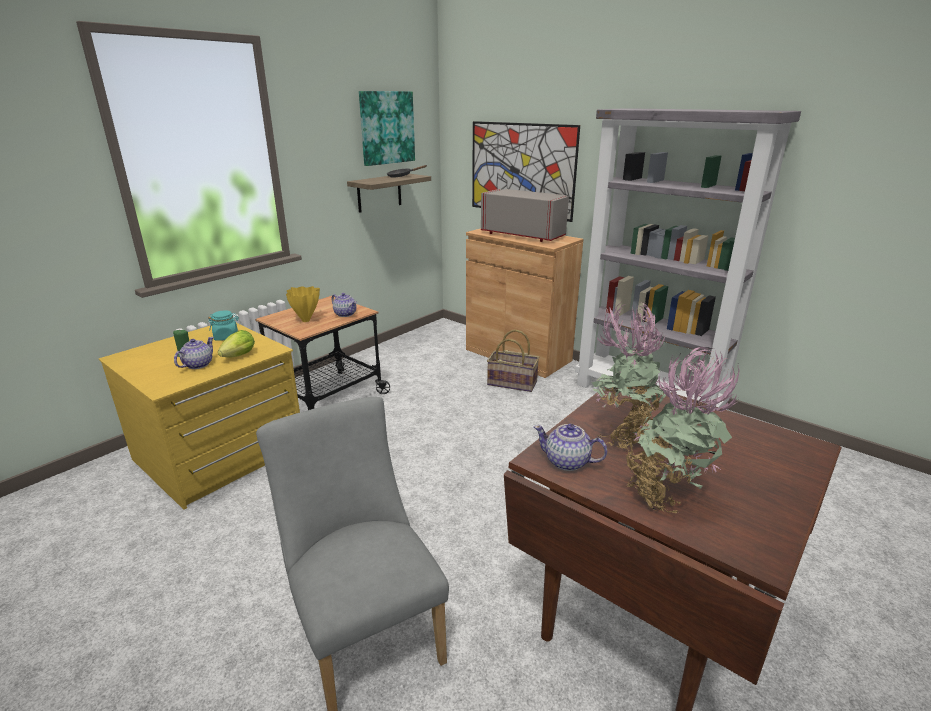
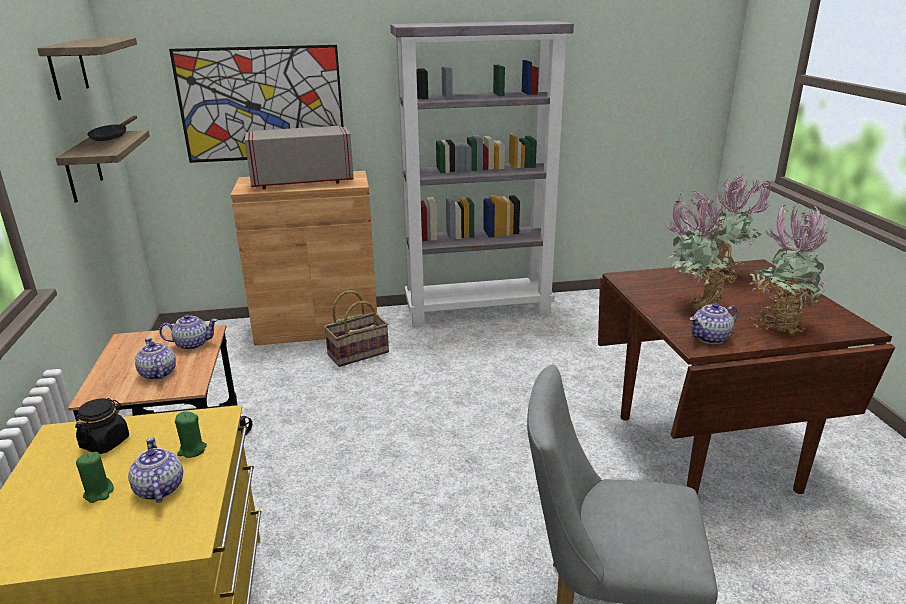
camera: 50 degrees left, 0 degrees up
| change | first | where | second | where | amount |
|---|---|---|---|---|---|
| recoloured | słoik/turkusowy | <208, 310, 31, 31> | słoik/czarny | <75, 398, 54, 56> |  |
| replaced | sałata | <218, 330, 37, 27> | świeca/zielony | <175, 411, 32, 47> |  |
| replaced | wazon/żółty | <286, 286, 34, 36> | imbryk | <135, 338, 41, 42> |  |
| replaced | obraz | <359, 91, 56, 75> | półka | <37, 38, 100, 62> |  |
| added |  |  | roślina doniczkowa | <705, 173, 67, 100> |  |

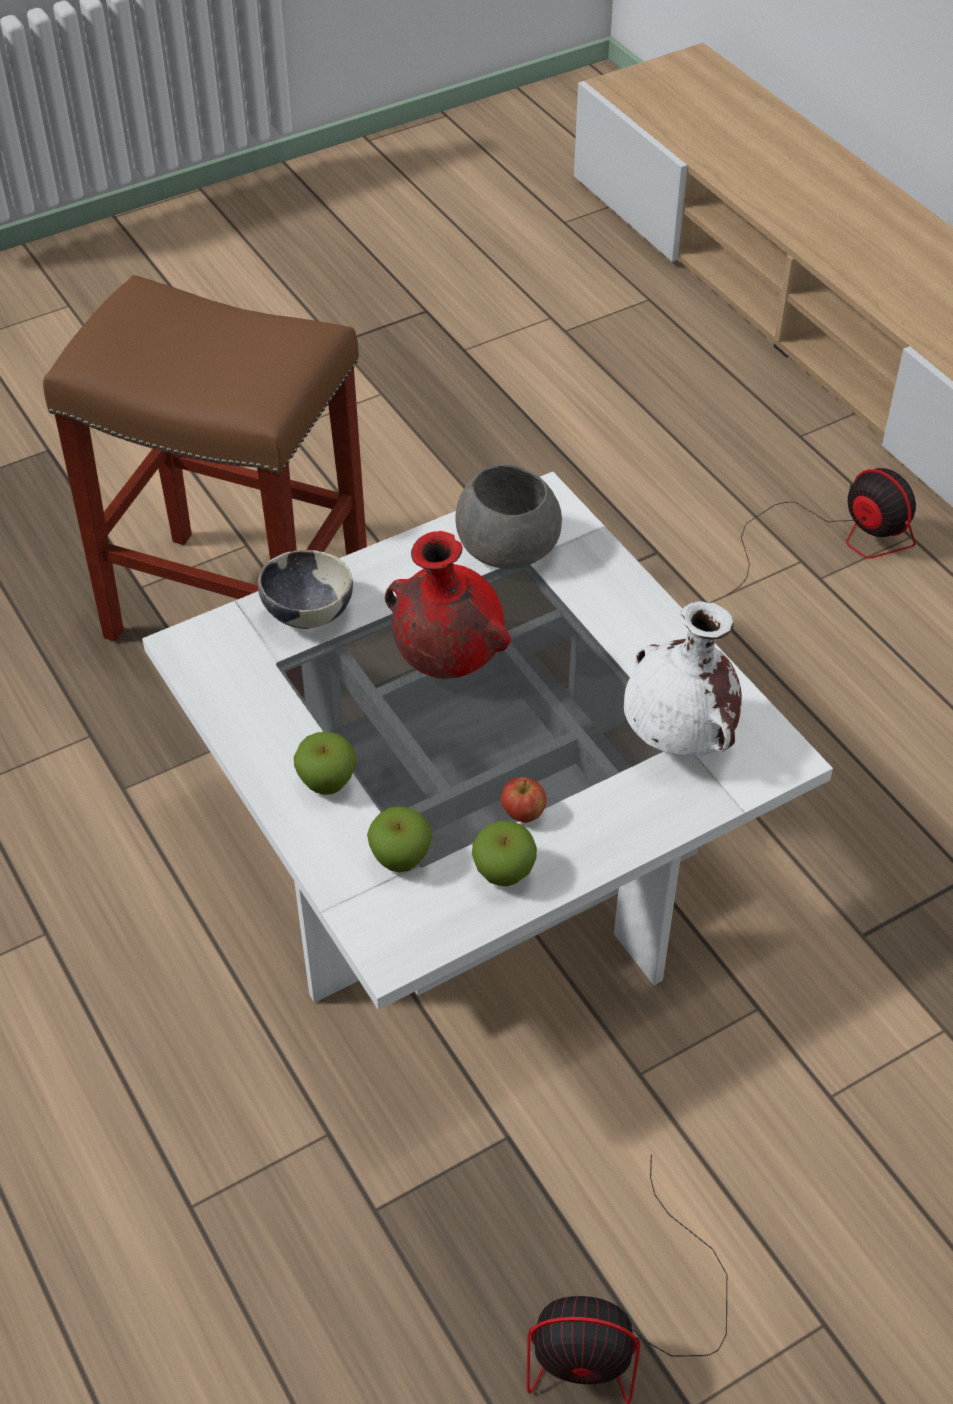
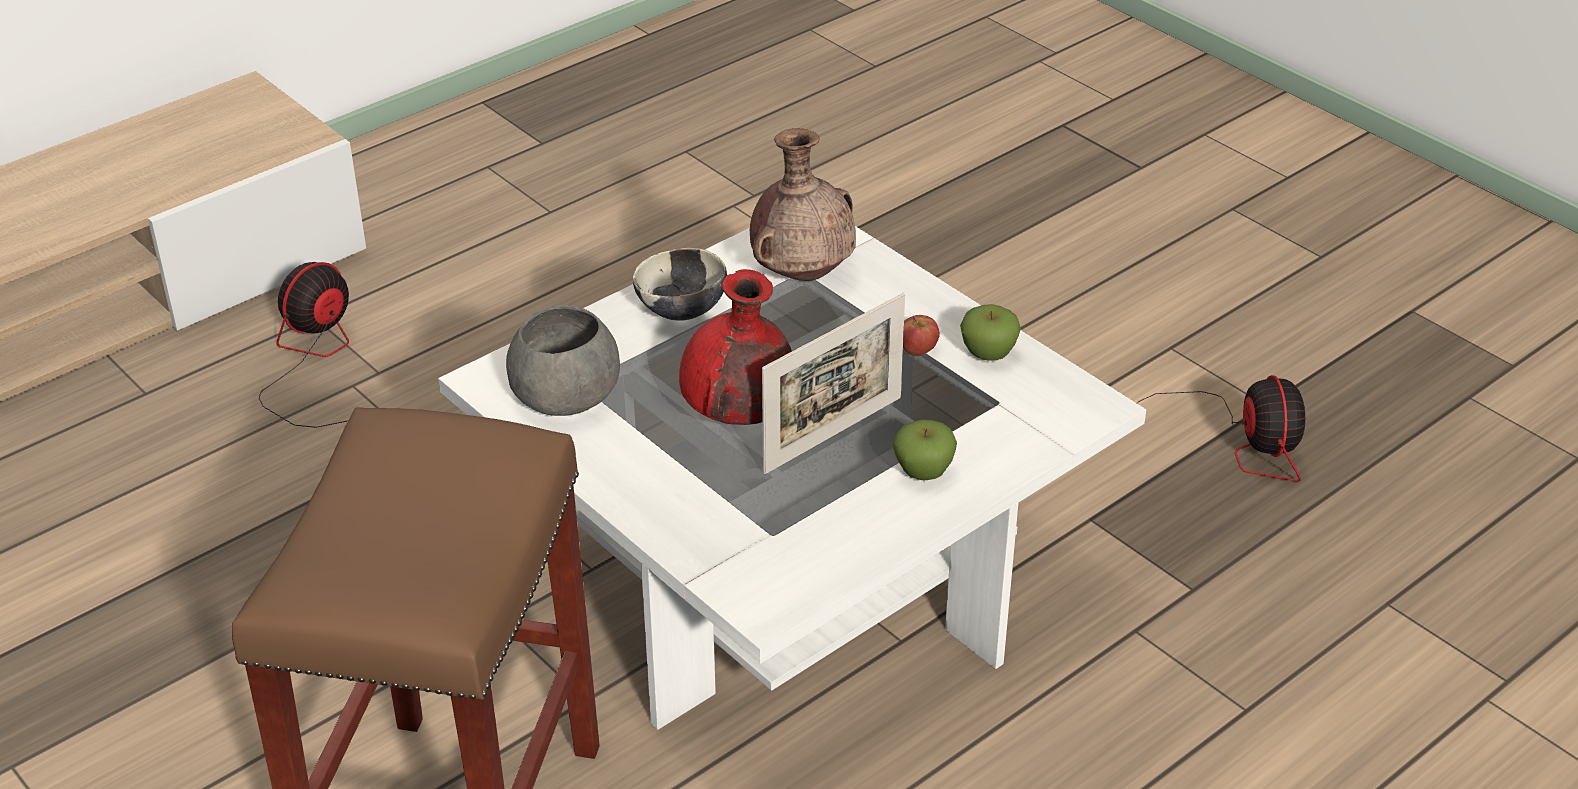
camera: 100 degrees left, 10 degrees down
| change | first | where | second | where | amount |
|---|---|---|---|---|---|
| moved | miska | <258, 550, 95, 79> |  | <633, 248, 94, 73> |  |
| removed | jabłko | <367, 807, 65, 66> |  |  |  |
| recoloured | wazon/biały | <624, 601, 118, 155> | wazon/brązowy | <750, 128, 106, 153> |  |
| added |  |  | ramka na zdjęcie | <762, 293, 143, 181> |  |

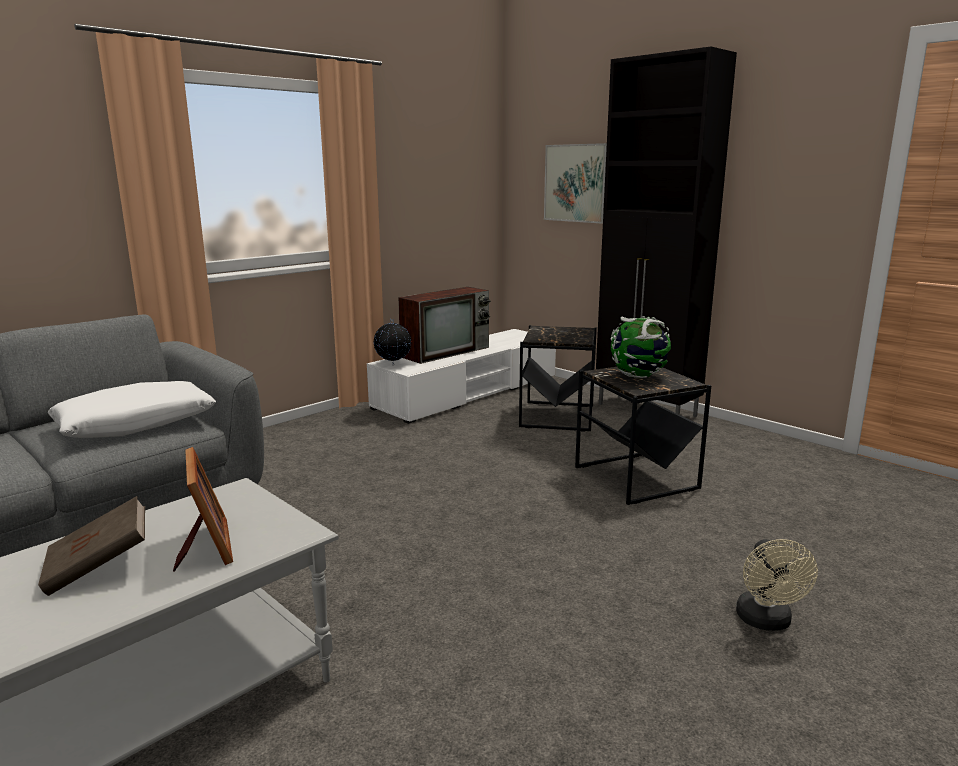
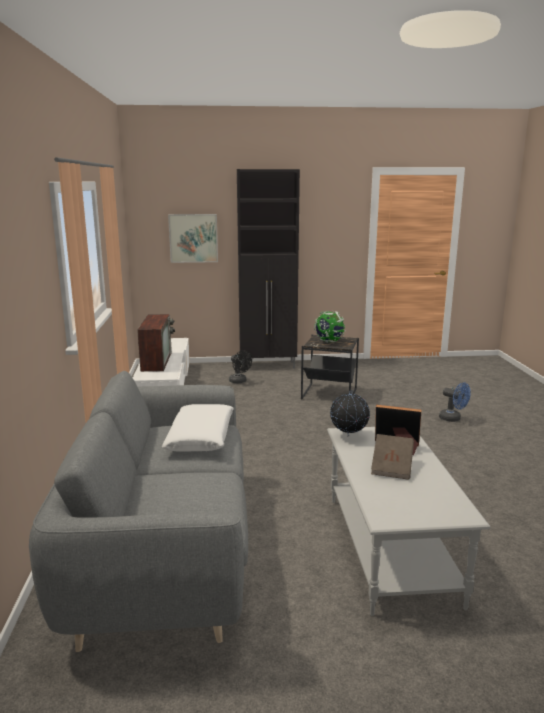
camera: 50 degrees left, 0 degrees up
| change | first | where | second | where | amount |
|---|---|---|---|---|---|
| moved | globus | <373, 319, 39, 46> |  | <330, 390, 40, 46> |  |
| replaced | stolik/czarny | <519, 325, 78, 107> | wentylator/czarny | <229, 350, 23, 34> |  |
| recoloured | wentylator/beżowy | <736, 539, 82, 92> | wentylator/niebieski | <439, 382, 32, 40> |  |

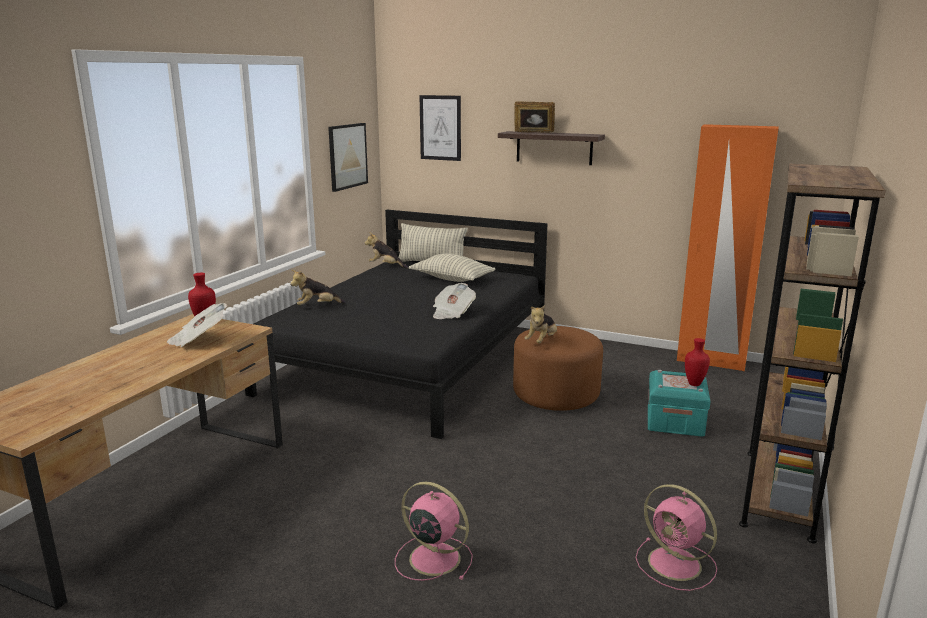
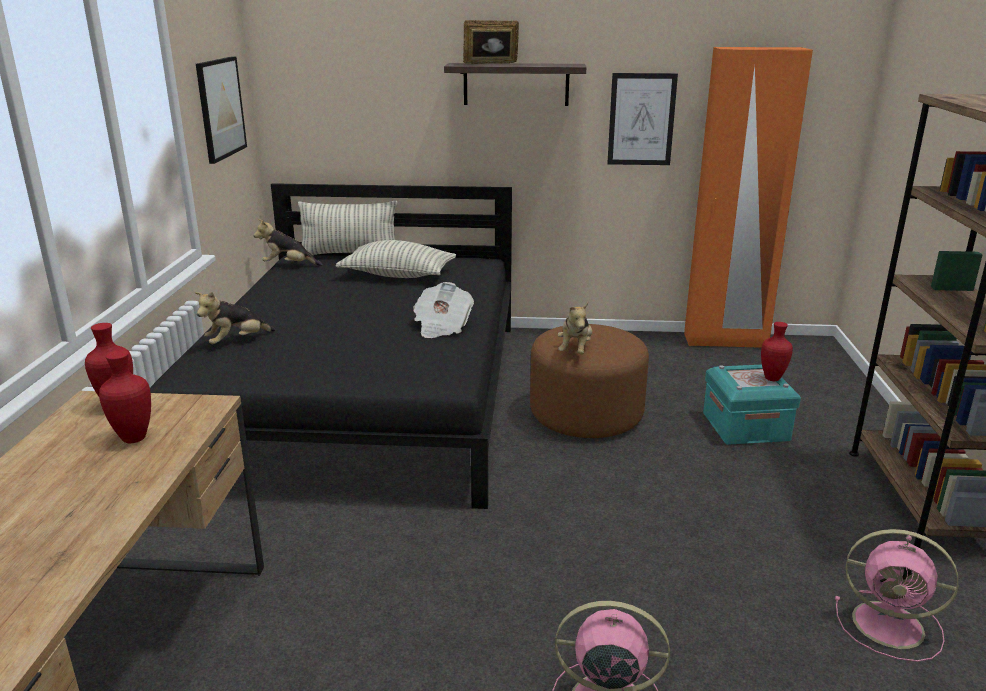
camera: 20 degrees left, 5 degrees up
| change | first | where | second | where | amount |
|---|---|---|---|---|---|
| replaced | gazeta | <167, 303, 60, 44> | wazon/czerwony | <99, 350, 52, 93> |  |
| moved | obraz | <419, 95, 42, 66> |  | <607, 73, 71, 92> |  |

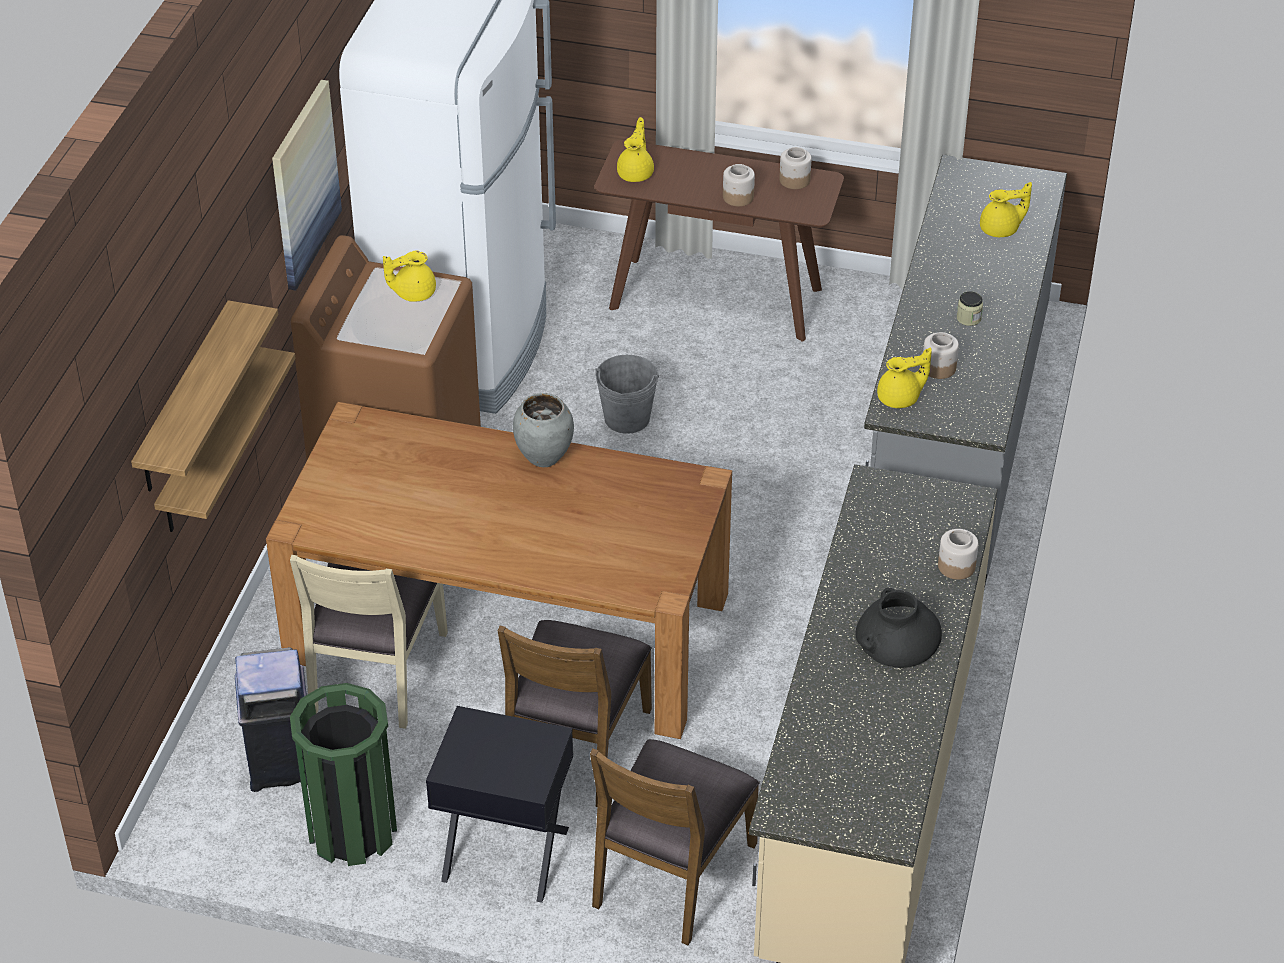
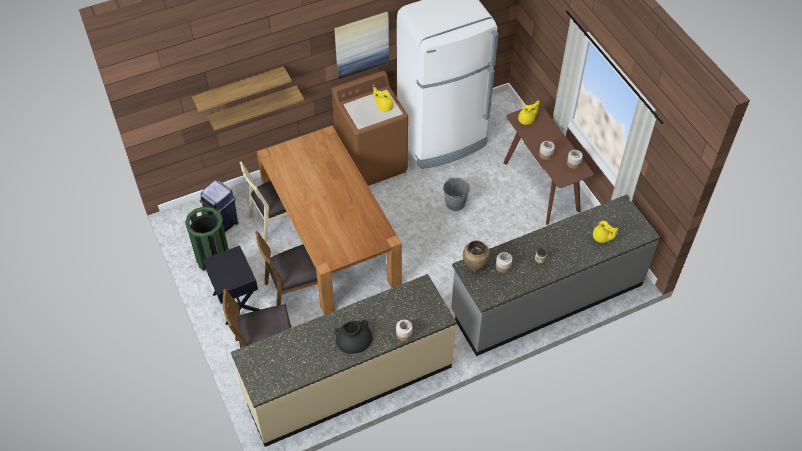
camera: 50 degrees right, 10 degrees up
| change | first | where | second | where | amount |
|---|---|---|---|---|---|
| removed | wazon/szary | <513, 393, 61, 74> |  |  |  |
| replaced | imbryk/żółty | <877, 348, 55, 60> | wazon/brązowy | <463, 240, 27, 31> |  |

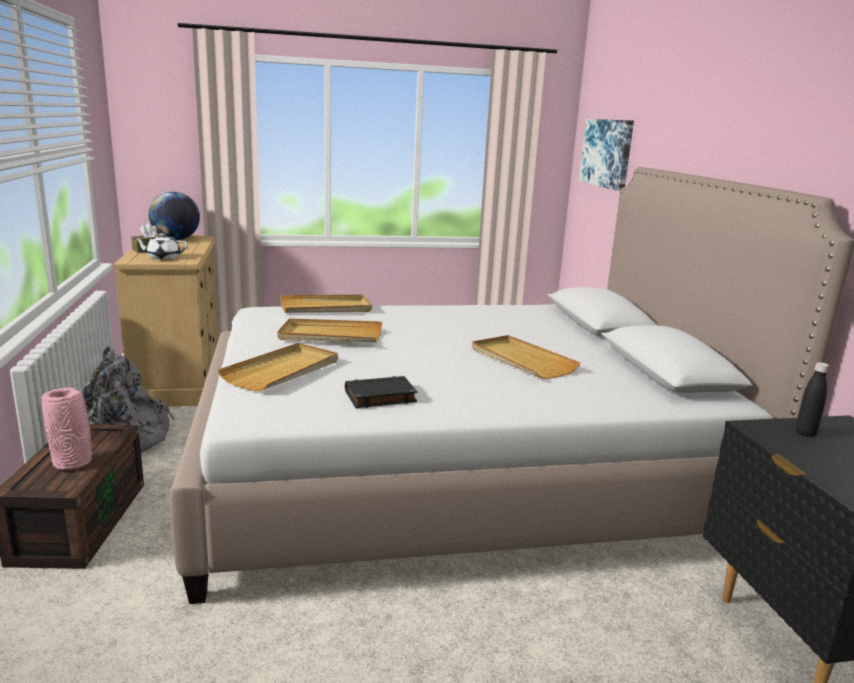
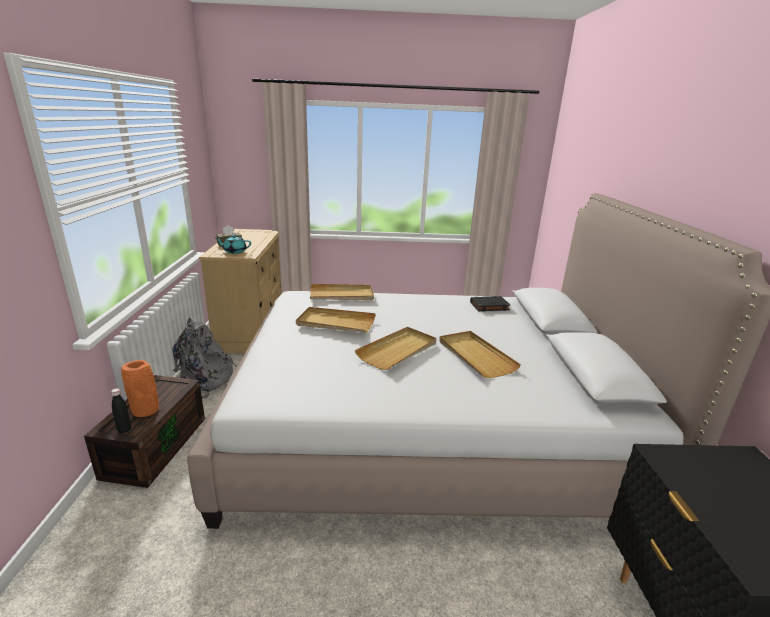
camera: 10 degrees right, 5 degrees up
| change | first | where | second | where | amount |
|---|---|---|---|---|---|
| recoloured | wazon/różowy | <42, 388, 50, 82> | wazon/pomarańczowy | <121, 360, 38, 57> |  |
| recoloured | imbryk/biały | <134, 233, 54, 27> | imbryk/turkusowy | <215, 235, 36, 19> |  |
| removed | globus | <149, 192, 51, 48> |  |  |  |
| moved | taca/beżowy | <217, 343, 121, 49> |  | <355, 327, 82, 43> |  |
| moved | książka/czarny | <345, 376, 72, 32> |  | <470, 296, 40, 16> |  |
| removed | obraz | <579, 119, 55, 72> |  |  |  |
| moved | butelka/czarny | <796, 362, 33, 75> |  | <111, 388, 20, 45> |  |

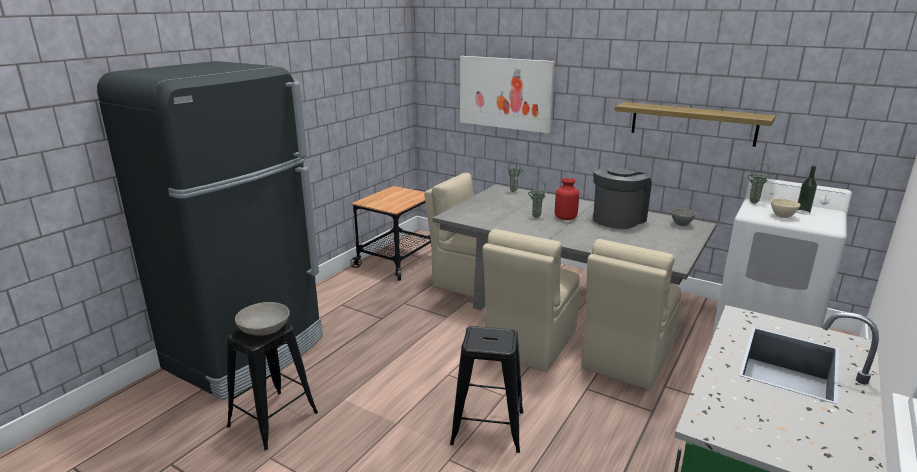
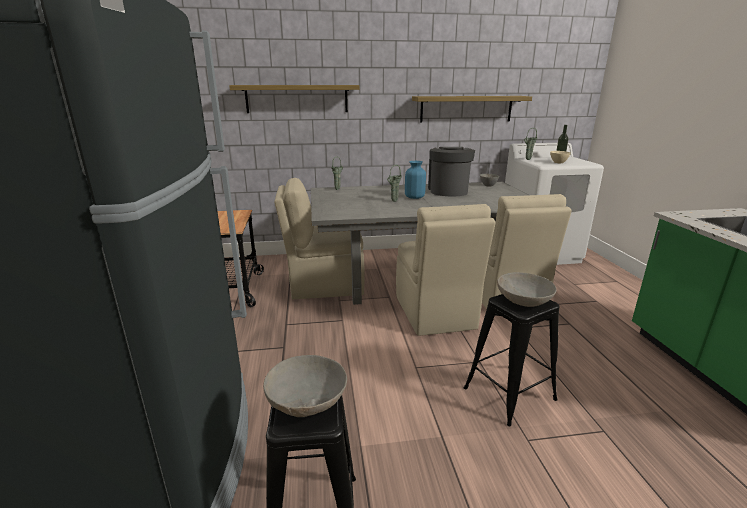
camera: 40 degrees left, 0 degrees up
| change | first | where | second | where | amount |
|---|---|---|---|---|---|
| replaced | obraz | <460, 56, 95, 77> | półka | <229, 85, 130, 28> |  |
| recoloured | wazon/czerwony | <555, 178, 24, 42> | wazon/niebieski | <405, 161, 21, 38> |  |
| added |  |  | miska/szary | <497, 272, 60, 35> |  |

